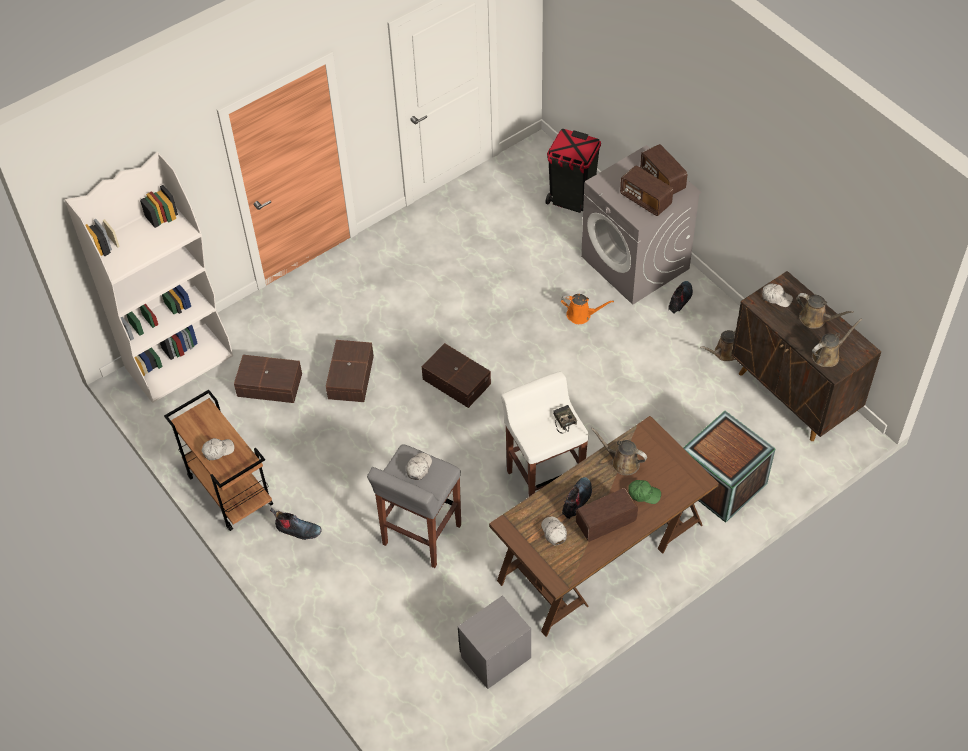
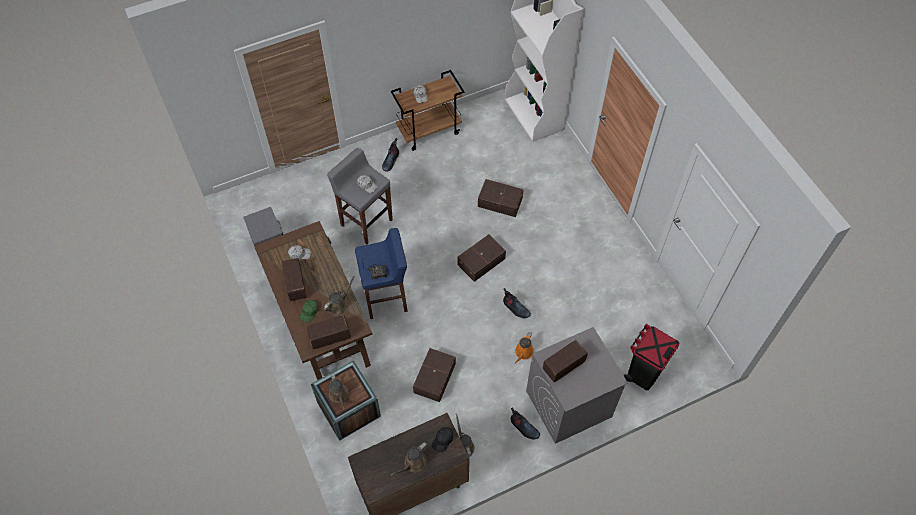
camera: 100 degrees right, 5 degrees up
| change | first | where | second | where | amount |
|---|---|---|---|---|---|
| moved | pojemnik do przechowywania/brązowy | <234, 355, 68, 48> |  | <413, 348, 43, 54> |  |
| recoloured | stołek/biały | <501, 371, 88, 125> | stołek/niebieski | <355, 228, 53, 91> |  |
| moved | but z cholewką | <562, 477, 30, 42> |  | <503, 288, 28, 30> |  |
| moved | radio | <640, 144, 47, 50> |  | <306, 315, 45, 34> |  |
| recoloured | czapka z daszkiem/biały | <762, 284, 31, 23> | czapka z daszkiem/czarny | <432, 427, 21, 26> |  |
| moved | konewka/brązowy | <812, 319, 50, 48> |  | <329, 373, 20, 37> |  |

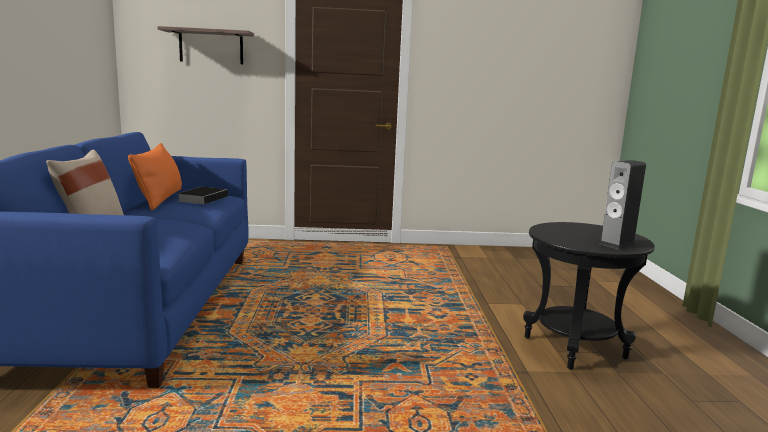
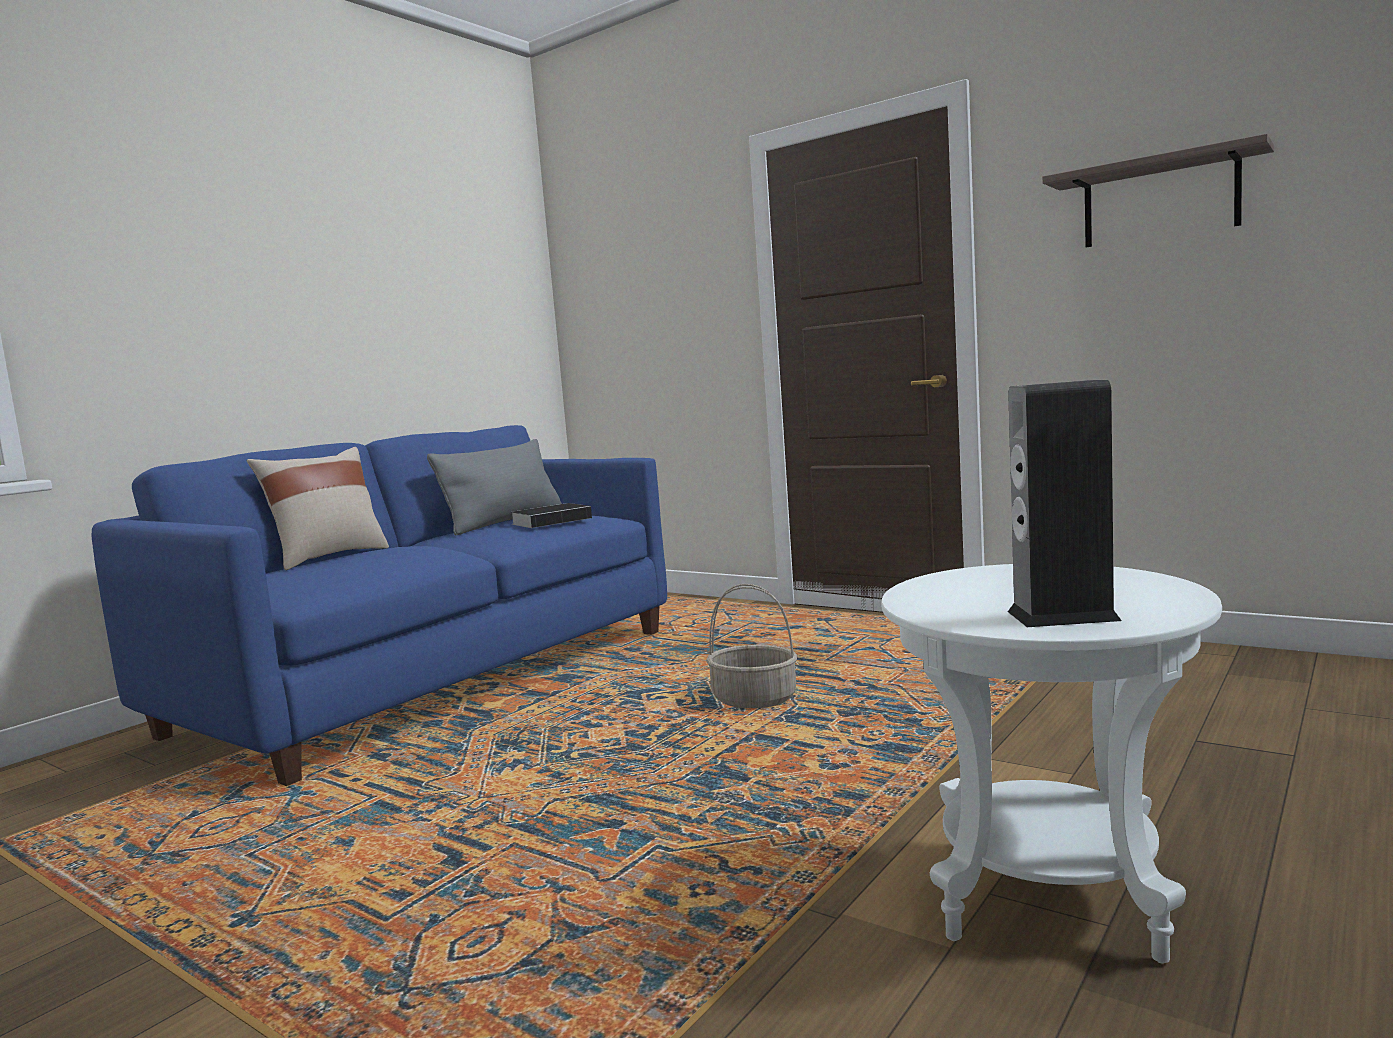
camera: 40 degrees right, 5 degrees down
| change | first | where | second | where | amount |
|---|---|---|---|---|---|
| recoloured | poduszka/pomarańczowy | <128, 143, 54, 67> | poduszka/szary | <427, 439, 135, 96> |  |
| moved | półka | <157, 26, 97, 38> |  | <1042, 134, 232, 113> |  |
| recoloured | stolik/czarny | <523, 222, 132, 148> | stolik/biały | <882, 564, 340, 400> |  |
| added |  |  | koszyk | <706, 584, 91, 124> |  |

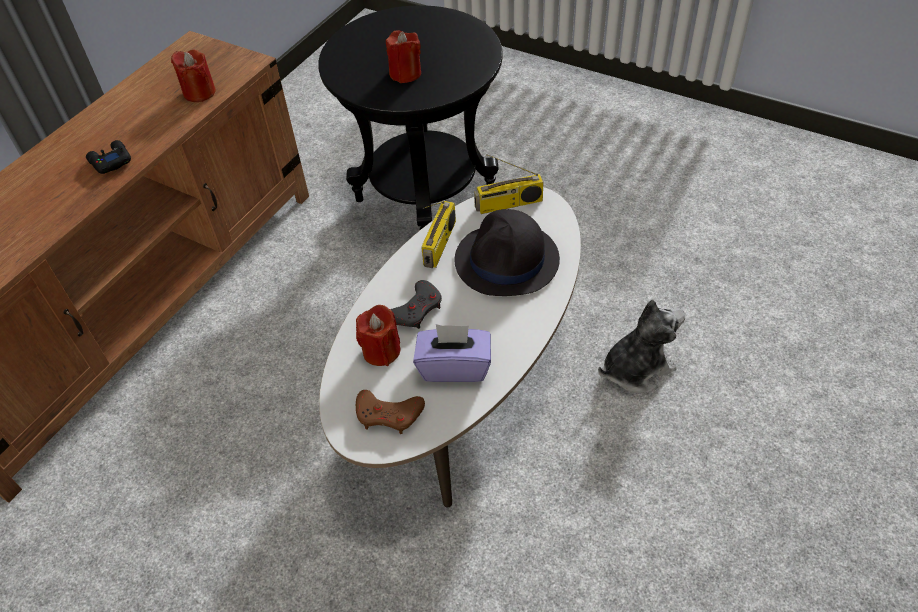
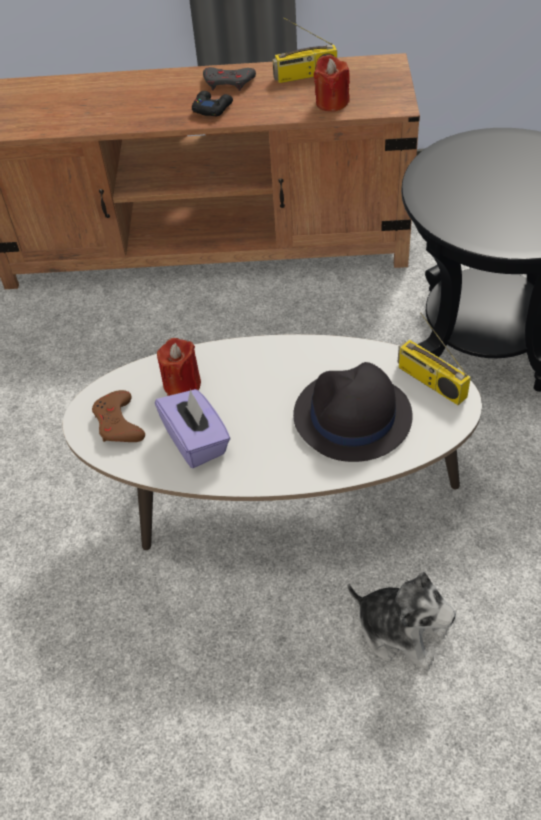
camera: 60 degrees right, 0 degrees up
| change | first | where | second | where | amount |
|---|---|---|---|---|---|
| removed | świeca/czerwony | <386, 30, 35, 53> |  |  |  |
| moved | pad do gier/szary | <390, 280, 52, 49> |  | <203, 67, 53, 24> |  |
| moved | radio | <421, 200, 35, 68> |  | <272, 17, 65, 66> |  |

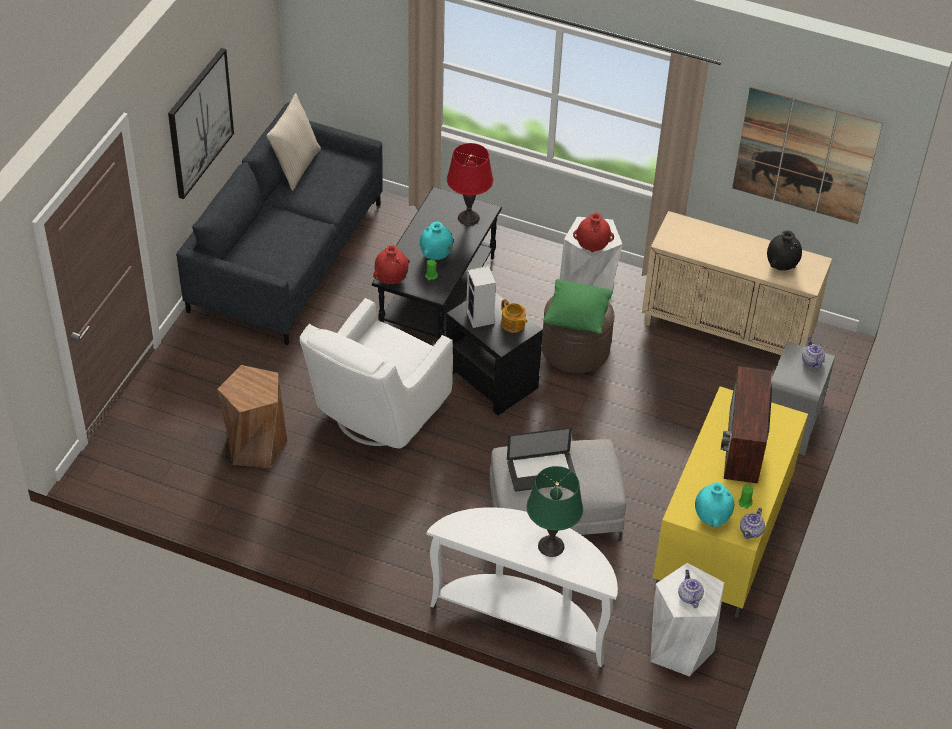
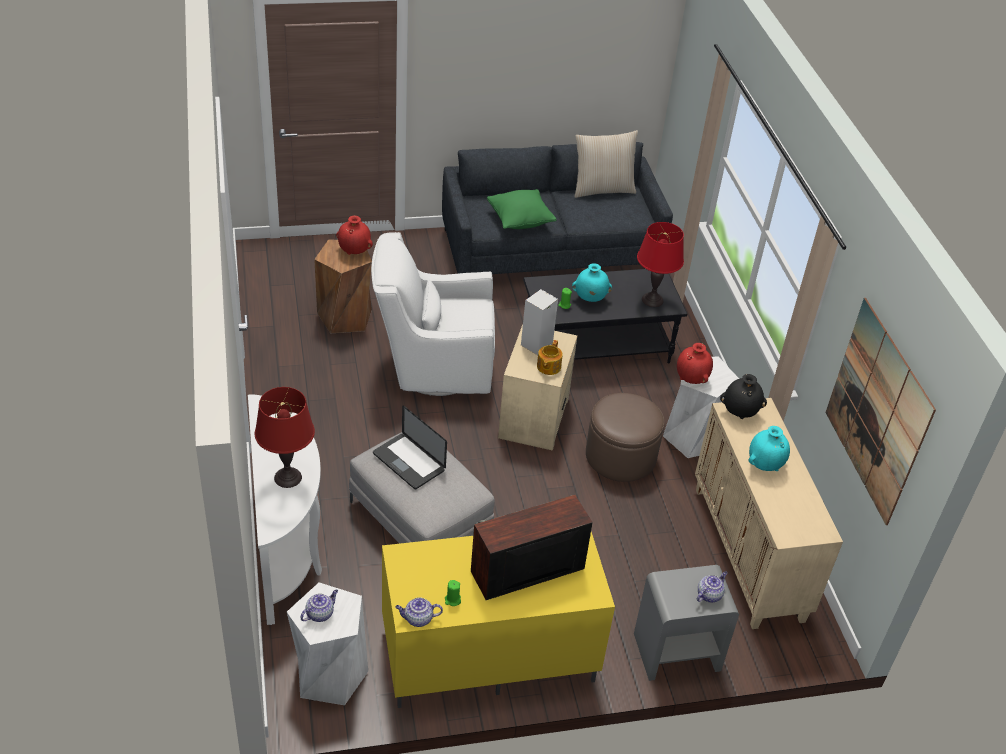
camera: 55 degrees right, 5 degrees down
| change | first | where | second | where | amount |
|---|---|---|---|---|---|
| removed | obraz | <168, 48, 66, 151> |  |  |  |
| moved | wazon/czerwony | <373, 245, 37, 39> |  | <336, 215, 37, 40> |  |
| recoloured | stolik/czarny | <446, 293, 97, 122> | stolik/beżowy | <498, 325, 79, 126> |  |
| recoloured | lampa stołowa/zielony | <527, 466, 56, 91> | lampa stołowa/czerwony | <255, 387, 60, 101> |  |
| moved | poduszka/zielony | <543, 279, 70, 55> |  | <487, 189, 69, 40> |  |
| moved | wazon/turkusowy | <695, 482, 39, 45> |  | <749, 426, 41, 45> |  |
| moved | wazon/czarny | <767, 230, 35, 41> |  | <720, 374, 47, 45> |  |

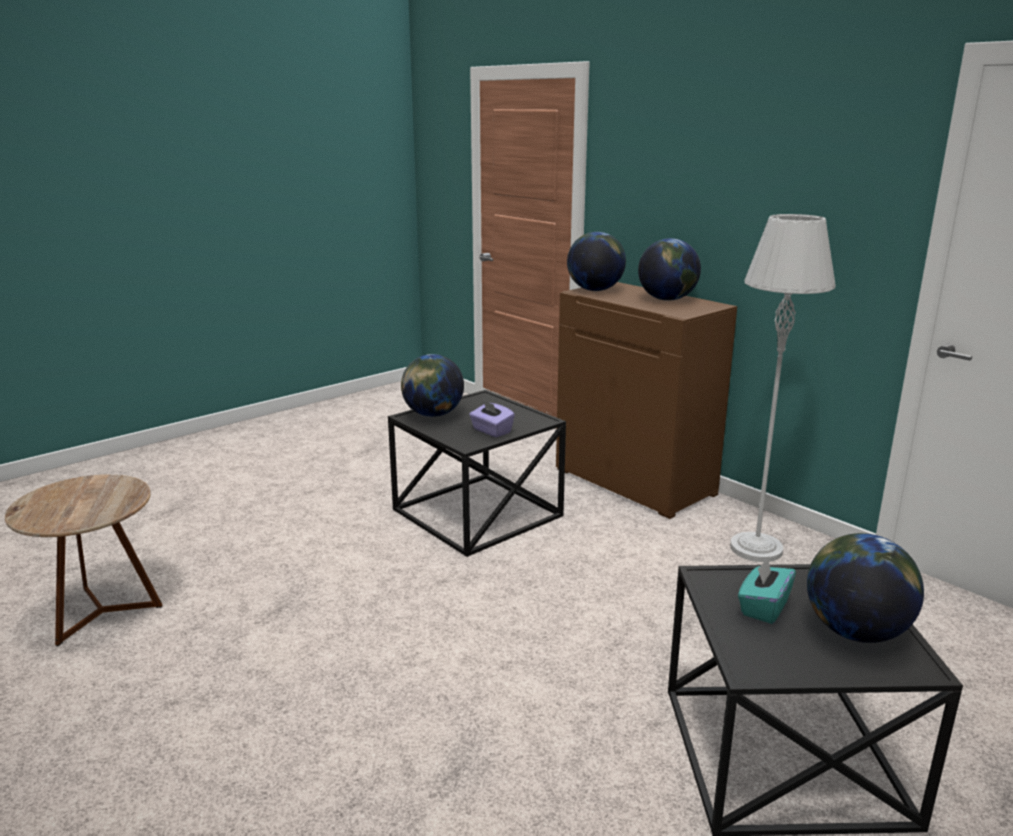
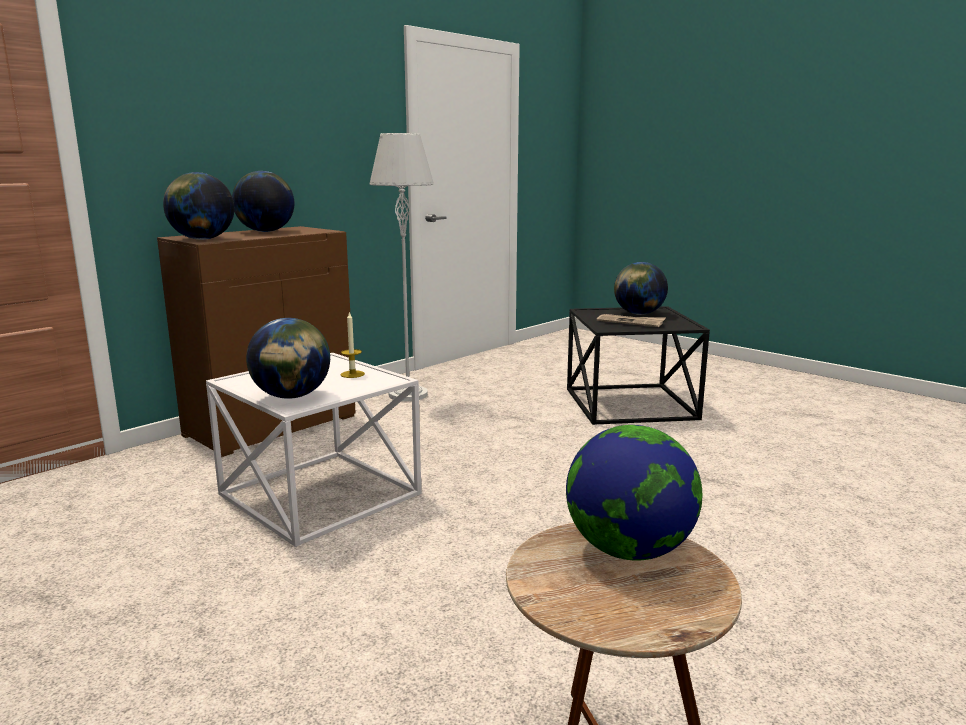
camera: 95 degrees left, 5 degrees down
| change | first | where | second | where | amount |
|---|---|---|---|---|---|
| recoloured | stolik/czarny | <388, 390, 178, 167> | stolik/biały | <206, 353, 215, 194> |  |
| replaced | pudełko chusteczek/fioletowy | <469, 400, 46, 37> | świeca | <341, 311, 24, 67> |  |
| replaced | pudełko chusteczek/turkusowy | <738, 557, 58, 67> | gazeta | <597, 314, 69, 13> |  |
| added |  |  | globus | <566, 425, 136, 136> |  |

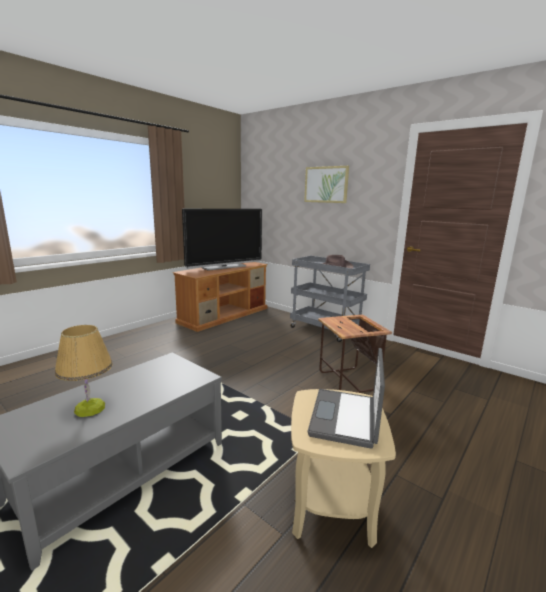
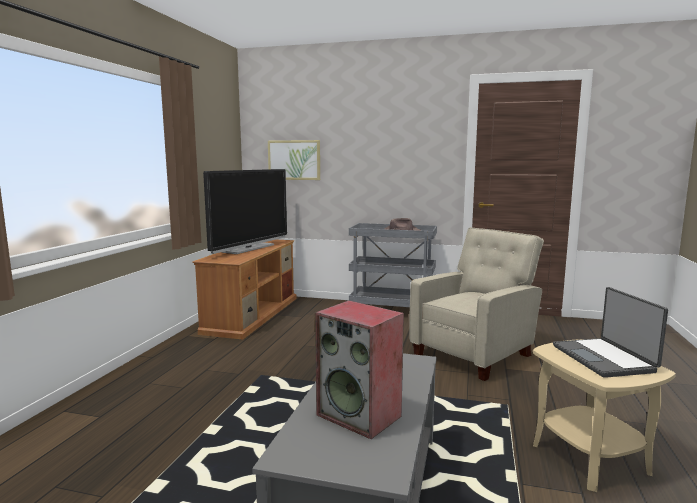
camera: 25 degrees left, 5 degrees down
| change | first | where | second | where | amount |
|---|---|---|---|---|---|
| replaced | lampa stołowa | <55, 325, 58, 92> | głośnik | <315, 300, 89, 139> |  |
| moved | obraz | <304, 166, 45, 37> |  | <268, 140, 52, 40> |  |
| replaced | stolik | <318, 315, 74, 78> | fotel/beżowy | <409, 227, 135, 154> |  |

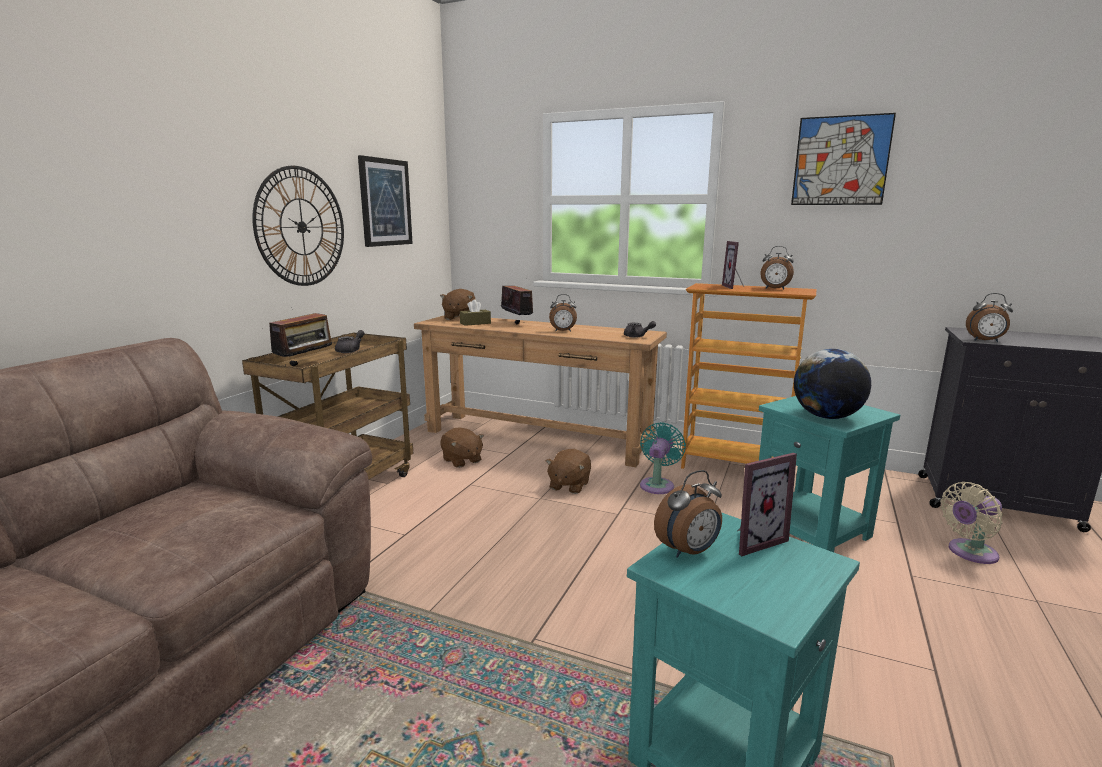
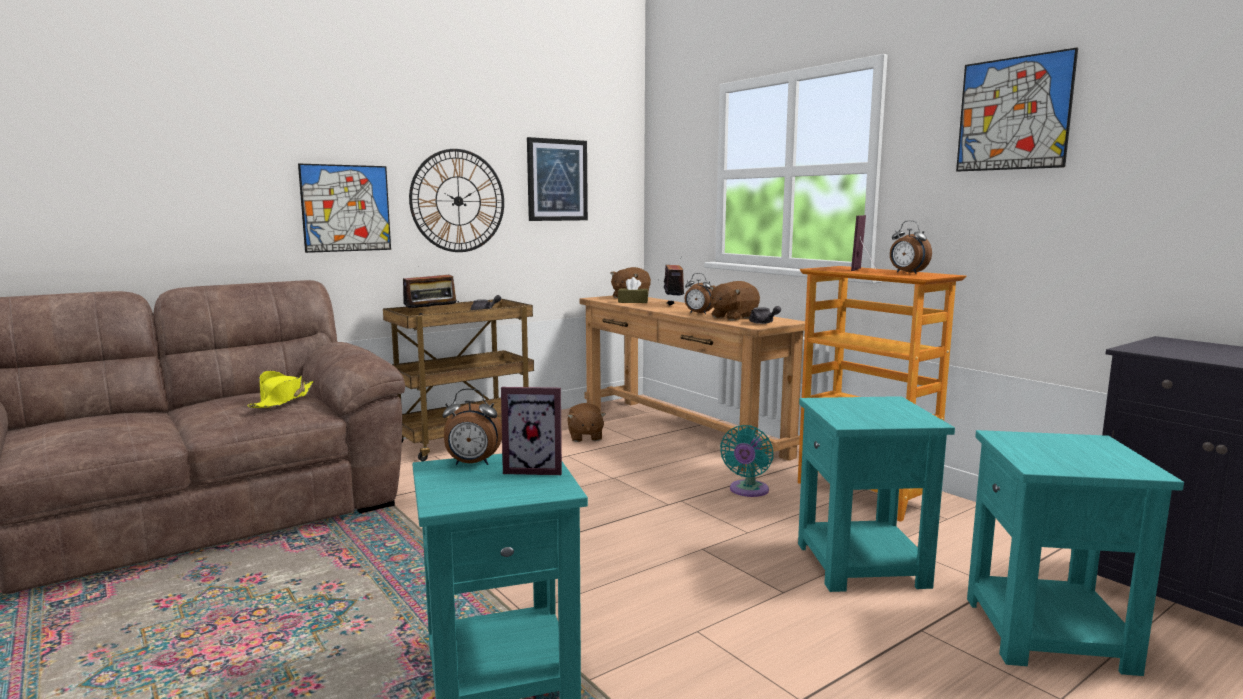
camera: 30 degrees right, 5 degrees down
| change | first | where | second | where | amount |
|---|---|---|---|---|---|
| moved | pluszak/brązowy | <546, 449, 45, 45> |  | <710, 281, 50, 40> |  |
| turned | wentylator/turkusowy | <640, 422, 46, 72> |  | <720, 425, 53, 72> | 150 degrees clockwise |
| removed | globus | <794, 349, 77, 70> |  |  |  |
| replaced | wentylator/beżowy | <940, 482, 63, 82> | stolik/turkusowy | <967, 430, 217, 246> |  |
| removed | budzik | <966, 293, 47, 49> |  |  |  |
| added |  |  | kapelusz/żółty | <247, 371, 66, 37> |  |
| added |  |  | obraz | <298, 163, 93, 90> |  |

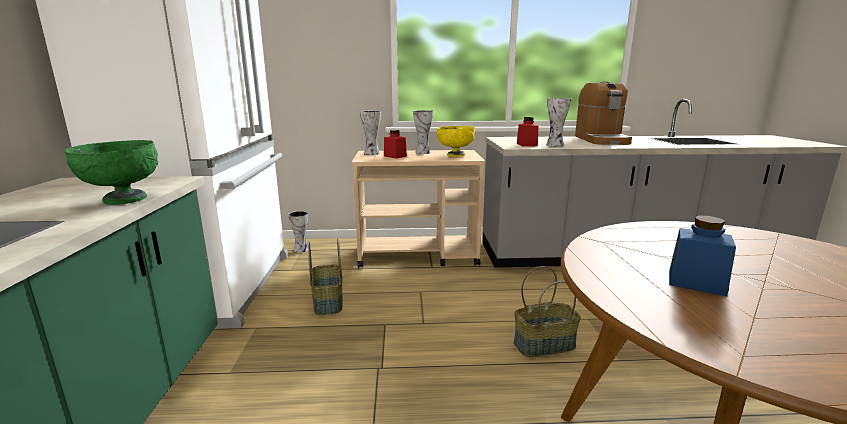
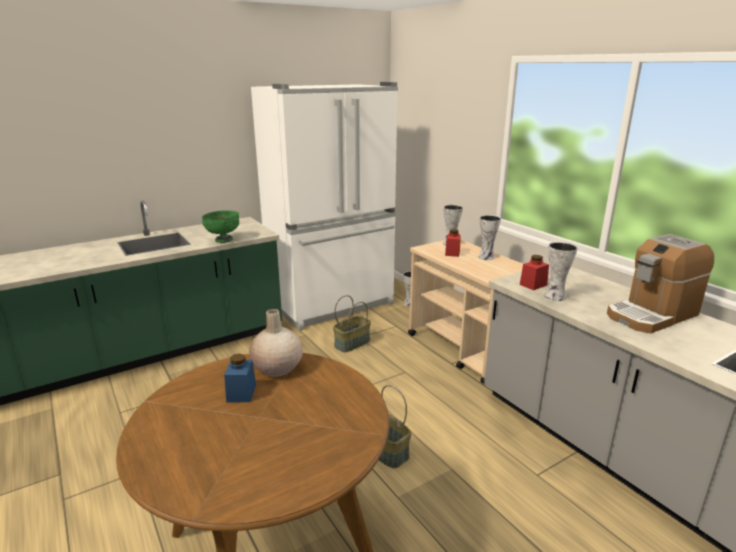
camera: 60 degrees right, 5 degrees up
| change | first | where | second | where | amount |
|---|---|---|---|---|---|
| removed | miska/żółty | <437, 126, 38, 31> |  |  |  |
| added |  |  | wazon/beżowy | <249, 309, 54, 68> |  |

